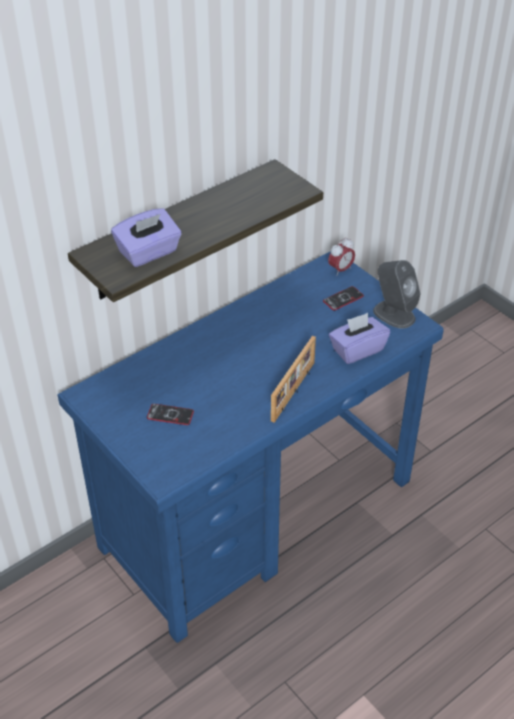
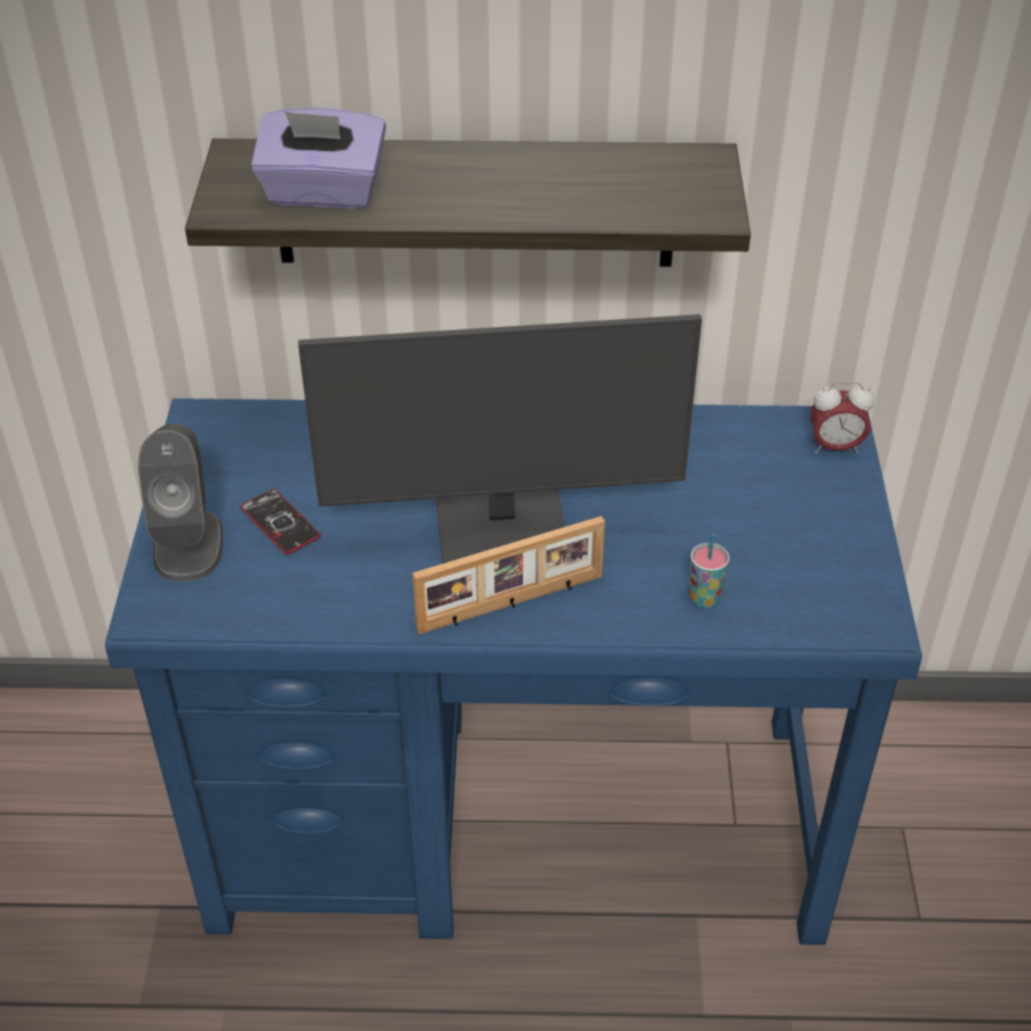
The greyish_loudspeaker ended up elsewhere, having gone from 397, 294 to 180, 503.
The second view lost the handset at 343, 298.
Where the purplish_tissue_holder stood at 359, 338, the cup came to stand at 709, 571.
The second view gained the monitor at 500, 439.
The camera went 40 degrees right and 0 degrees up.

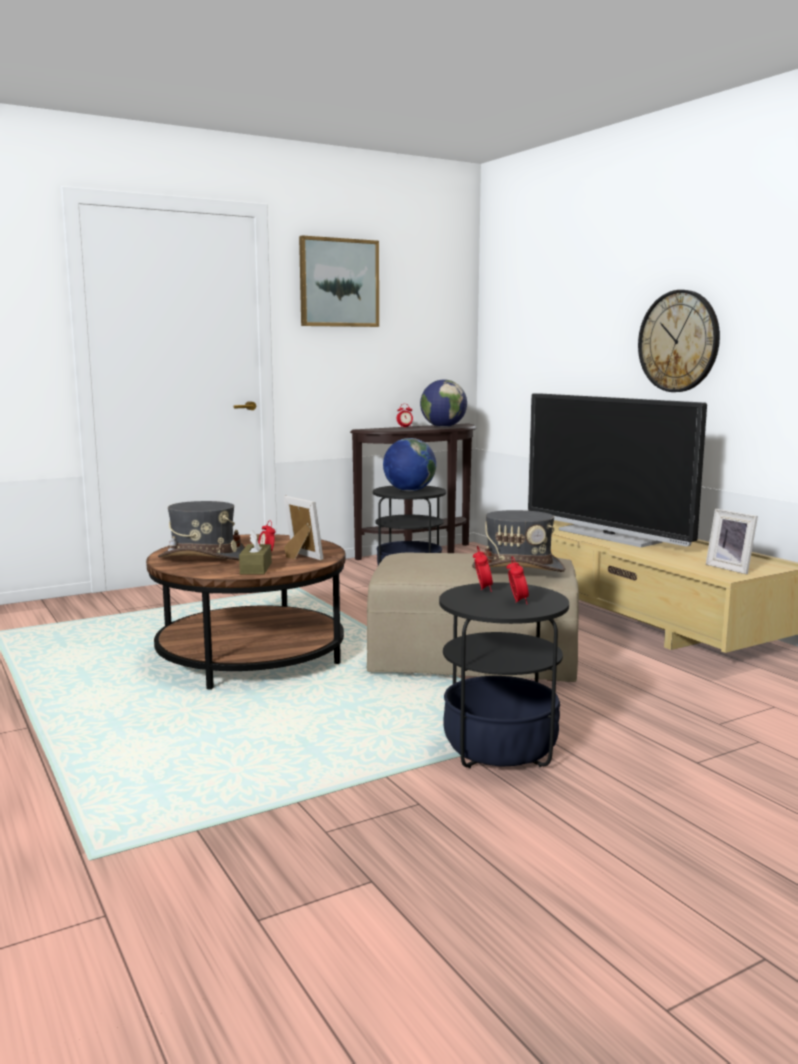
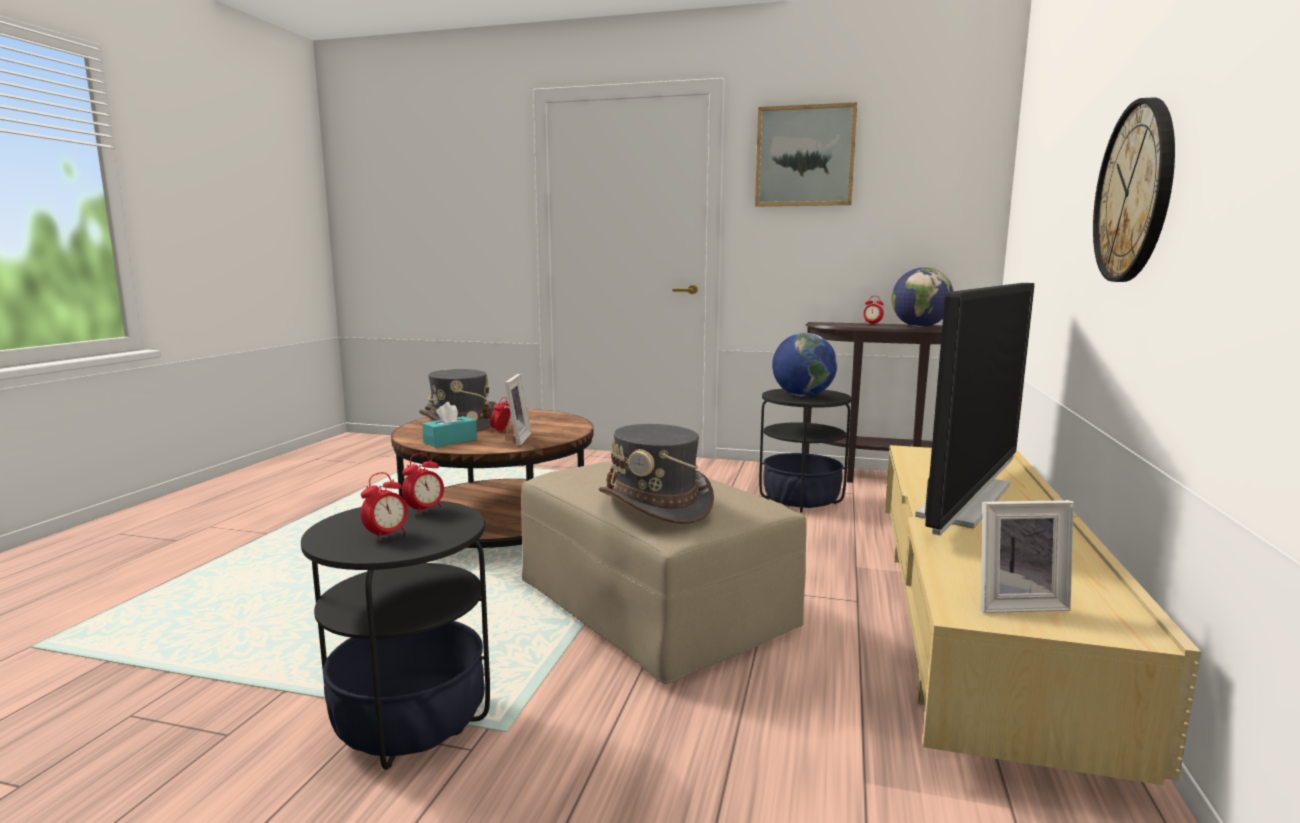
The TV_set at 617, 470 ended up facing another way, 150 degrees counterclockwise from before.
The standing_frame at 732, 541 ended up facing another way, 105 degrees counterclockwise from before.
What was the brown_tissue_holder at 255, 552 turned into the turquoise-coloured_tissue_holder at 449, 424.
The camera went 45 degrees right and 0 degrees up.

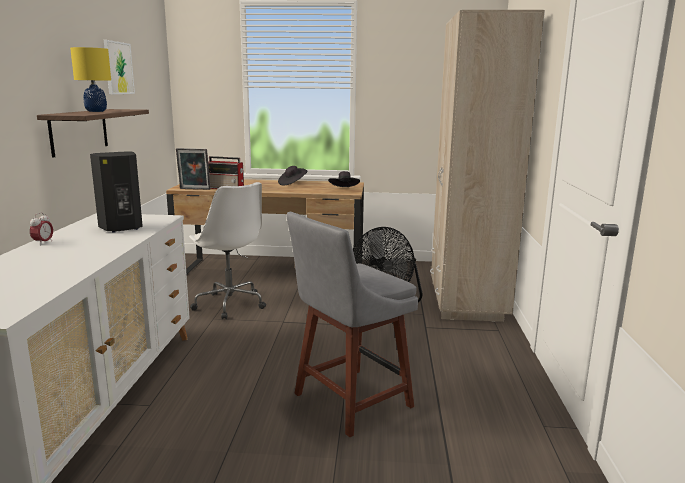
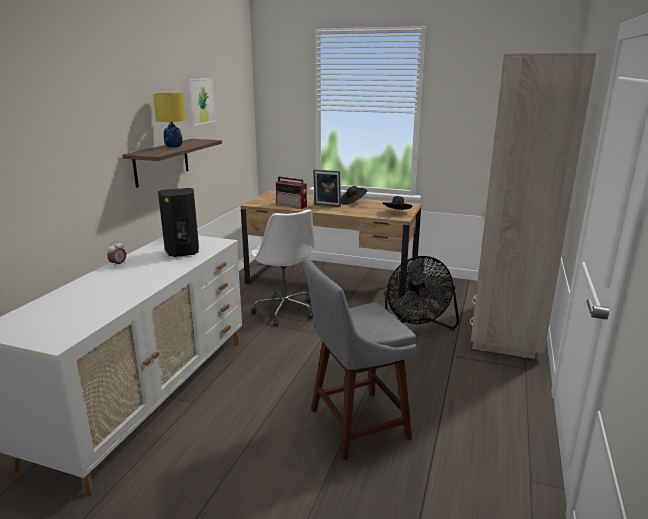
The standing_frame ended up elsewhere, having gone from 193, 169 to 327, 188.
The camera went 15 degrees right and 5 degrees up.

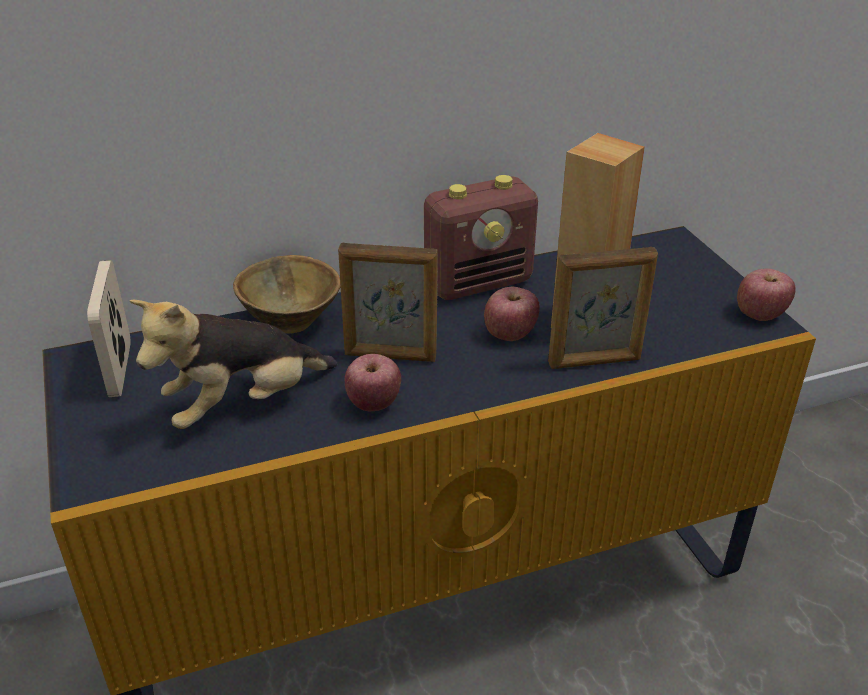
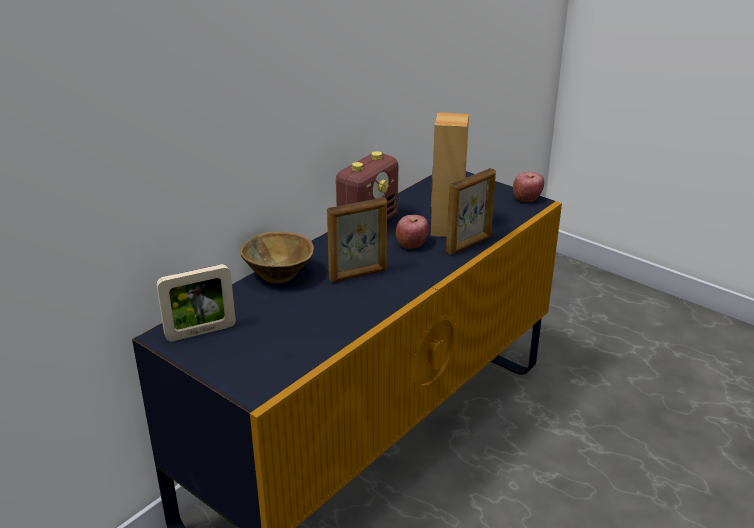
The standing_frame at 108, 328 ended up facing another way, 75 degrees counterclockwise from before.
The second view lost the soft_toy at 233, 364.
The second view lost the whole_apple at 373, 382.
The camera went 30 degrees left and 5 degrees down.

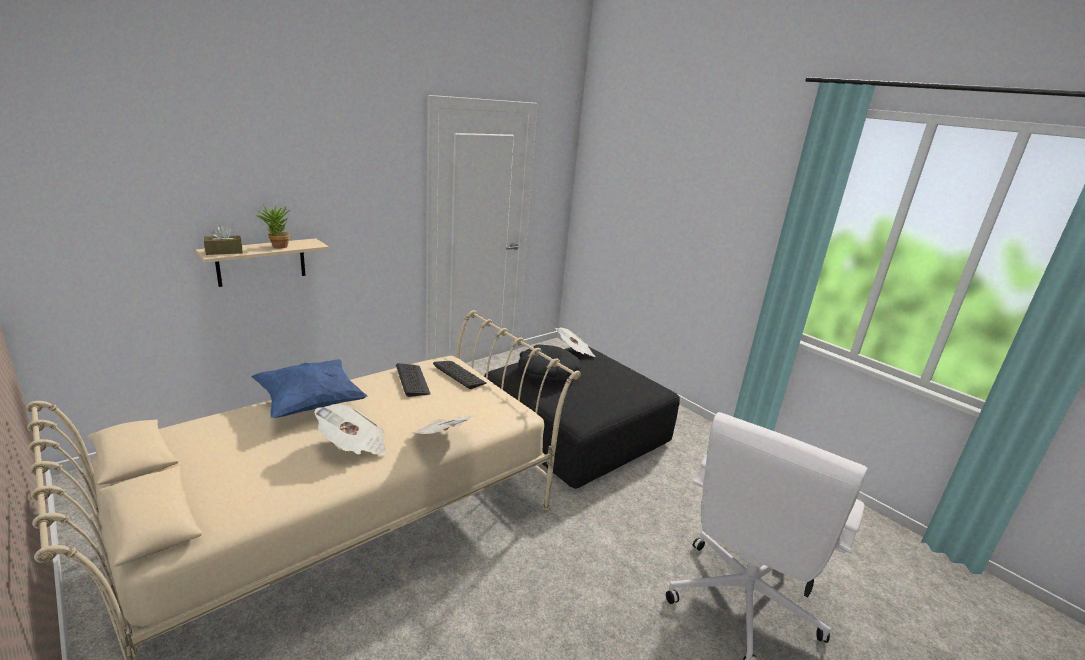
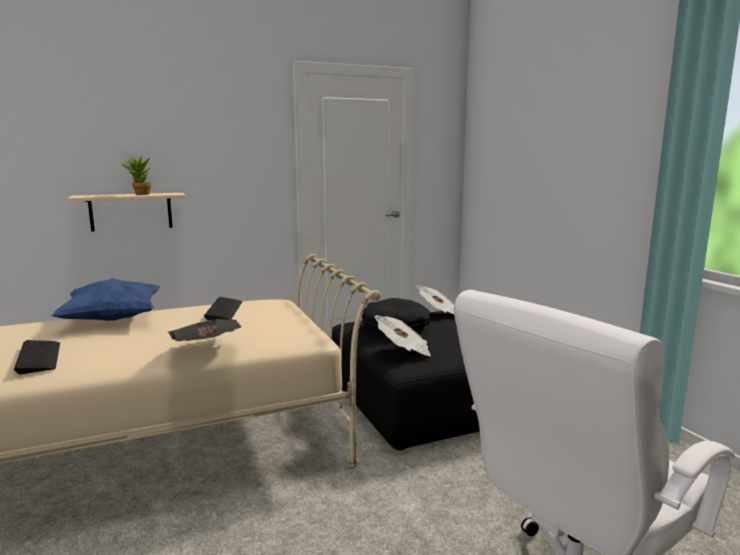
The second view lost the brown_tissue_holder at 223, 240.
The keyboard ended up elsewhere, having gone from 460, 375 to 36, 357.
The daily_paper ended up elsewhere, having gone from 350, 430 to 403, 335.
The camera went 20 degrees right and 10 degrees down.

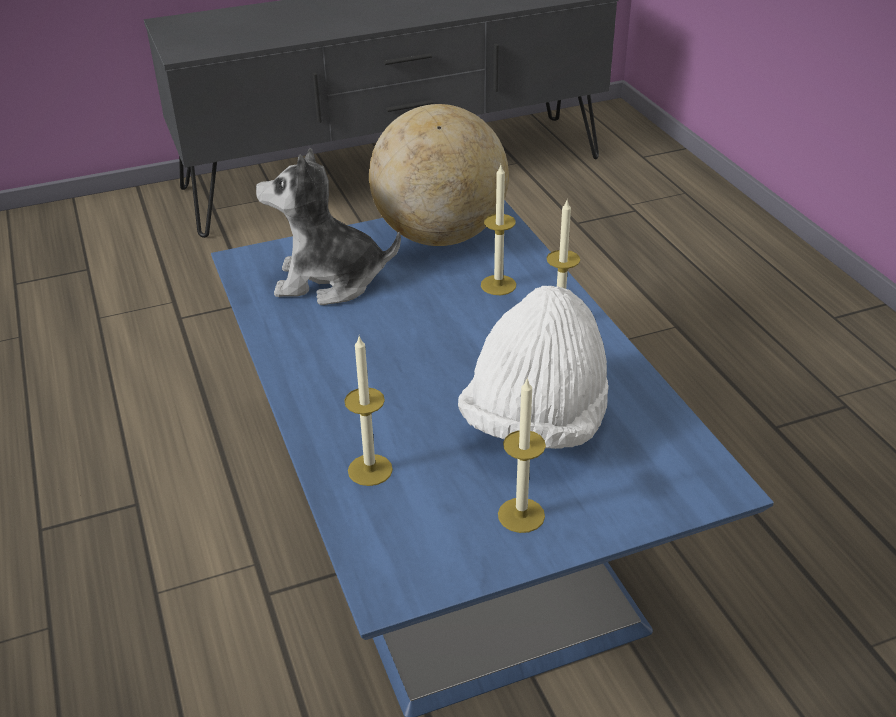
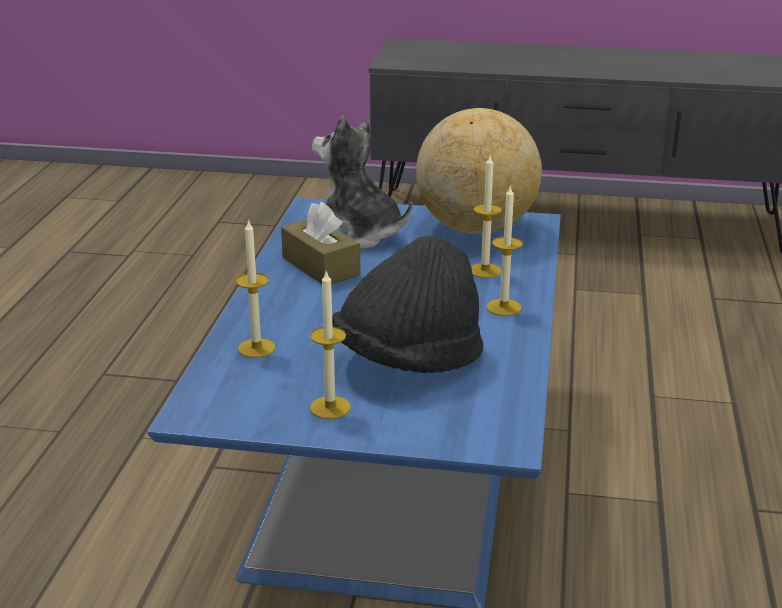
What was the white_clothing_hat at 533, 367 turned into the black_clothing_hat at 407, 304.
The second view gained the brown_tissue_holder at 321, 243.
The camera went 30 degrees right and 10 degrees down.

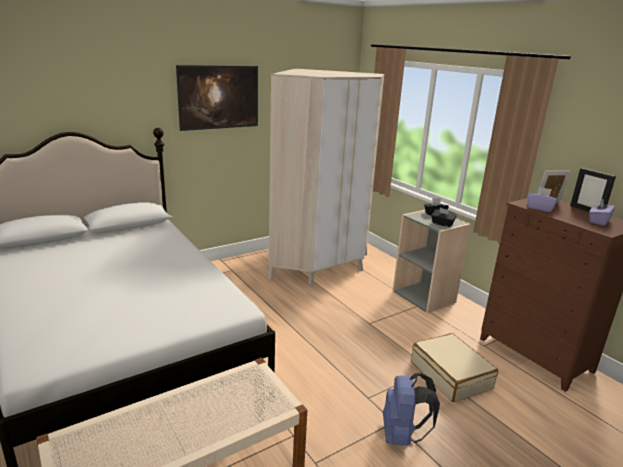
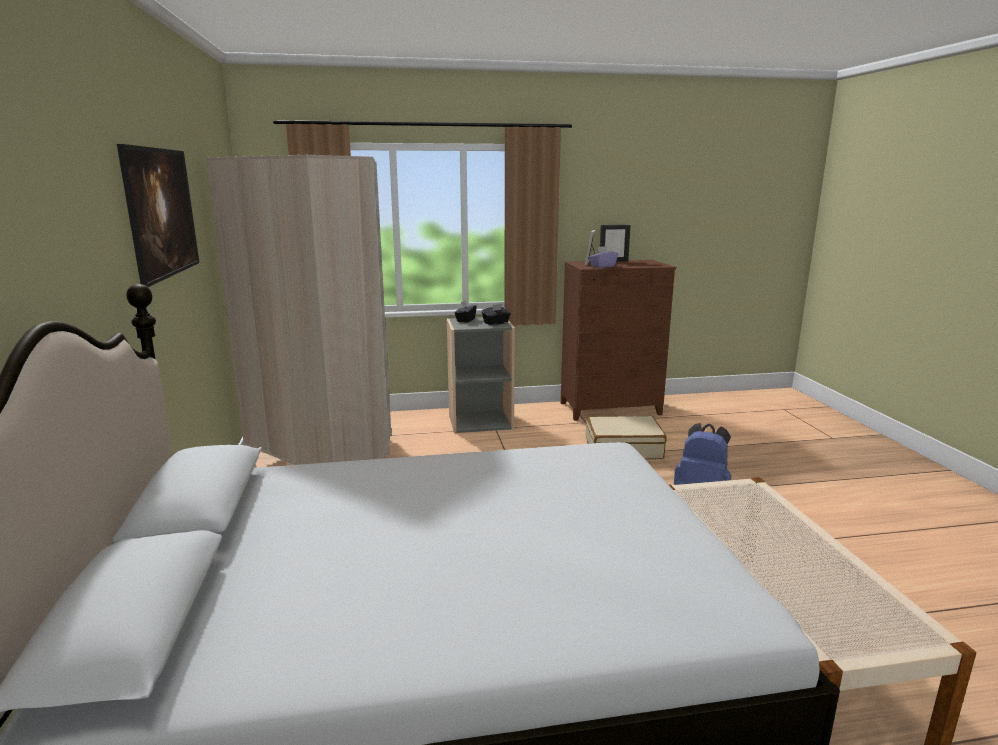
The second view lost the purplish_tissue_holder at 602, 212.
The camera went 65 degrees left and 5 degrees down.

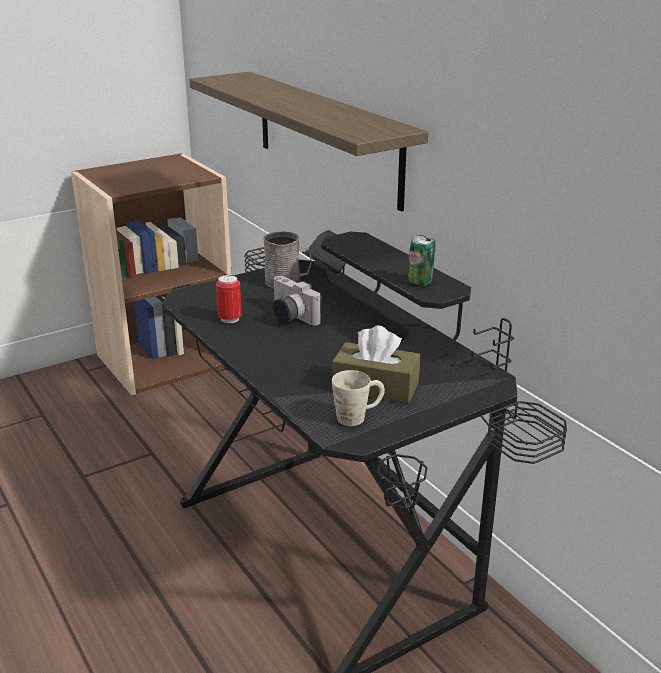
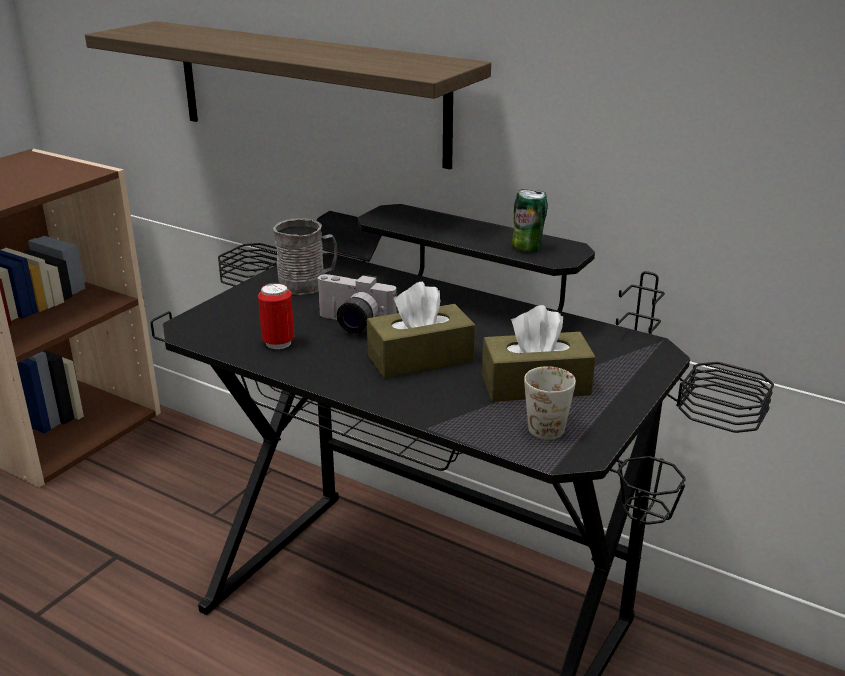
The second view gained the brown_tissue_holder at 421, 330.
The camera went 25 degrees left and 0 degrees up.

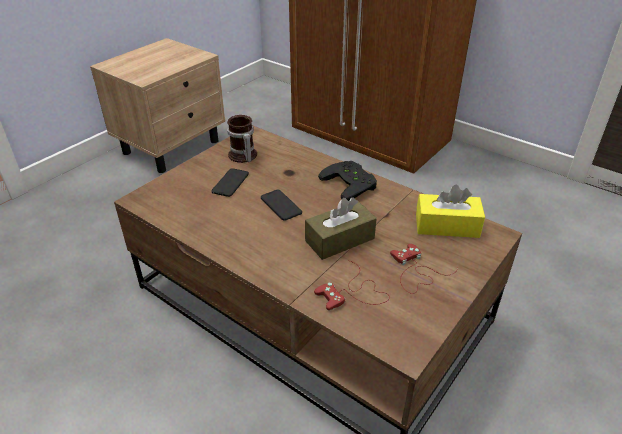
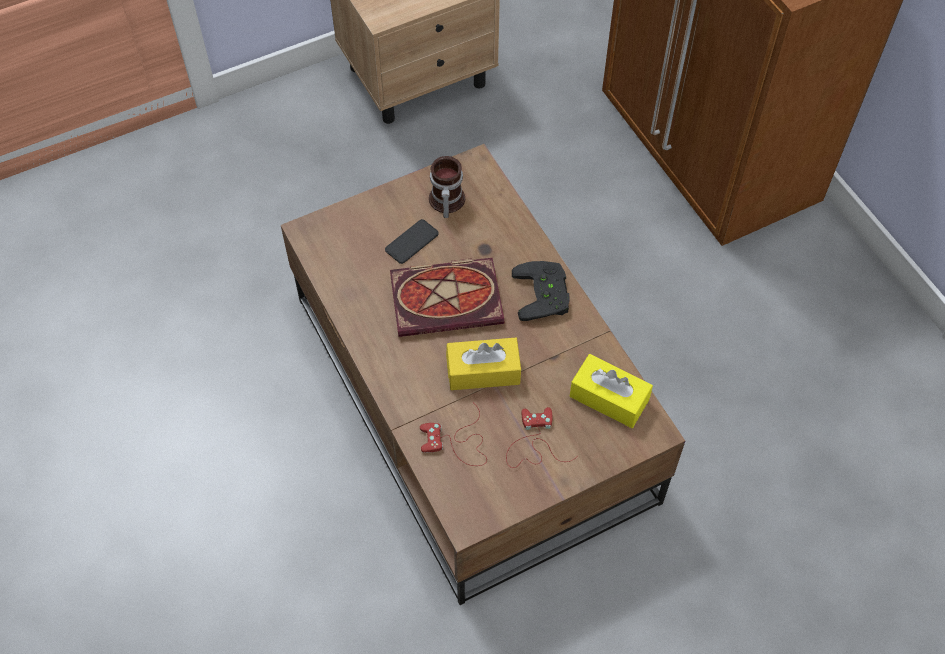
Where the handset stood at 281, 205, the bound_book came to stand at 447, 297.
What was the brown_tissue_holder at 341, 228 turned into the yellowish_tissue_holder at 483, 364.
The camera went 25 degrees right and 20 degrees up.

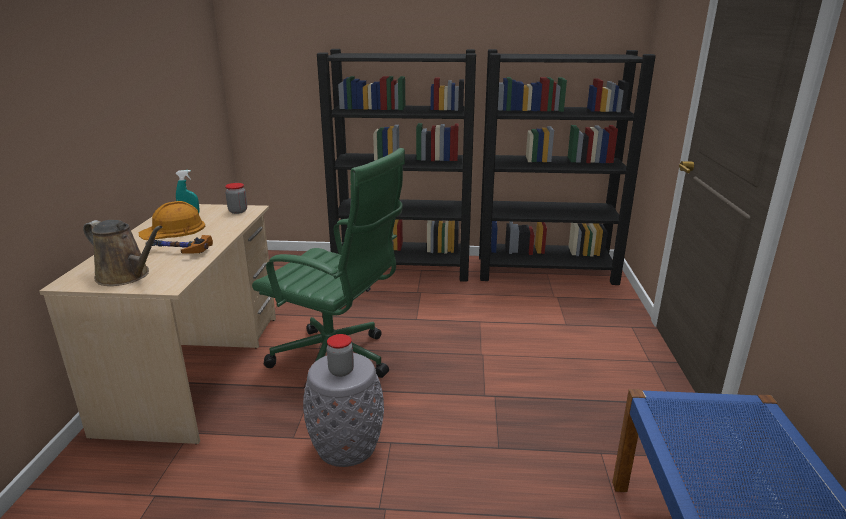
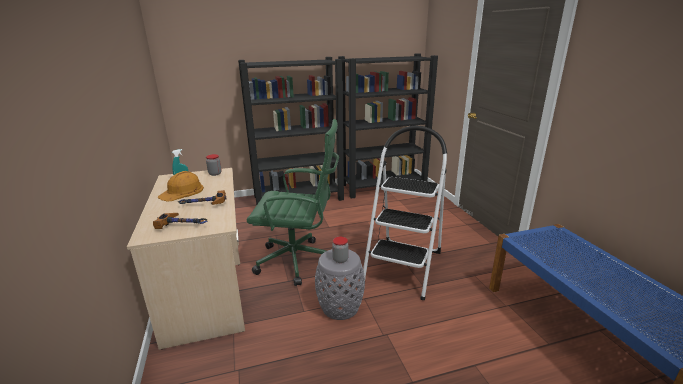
Where the brown_watering_can stood at 123, 253, the hammer came to stand at 180, 221.
The second view gained the step_stool at 405, 213.
The camera went 20 degrees left and 0 degrees up.

